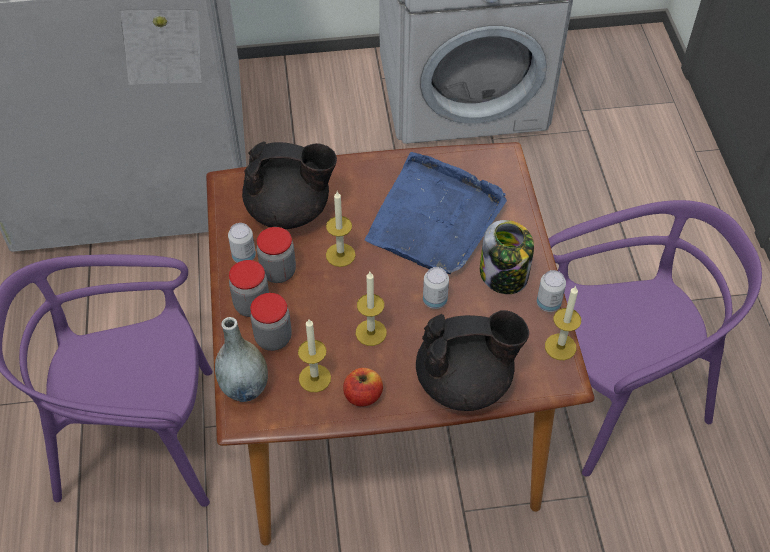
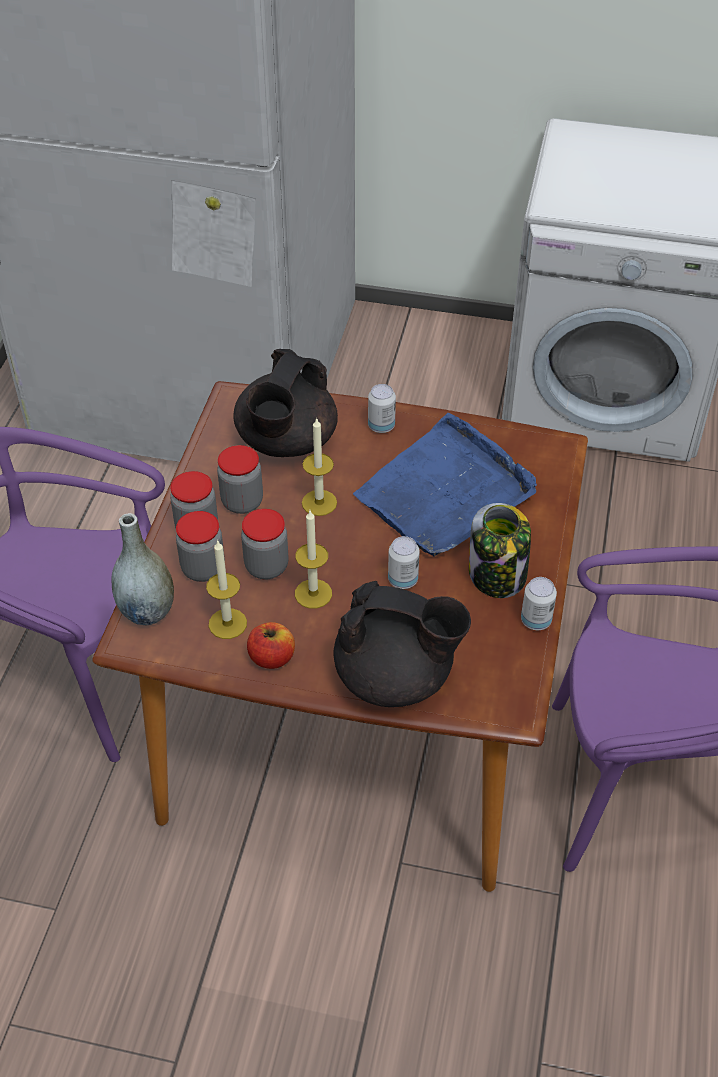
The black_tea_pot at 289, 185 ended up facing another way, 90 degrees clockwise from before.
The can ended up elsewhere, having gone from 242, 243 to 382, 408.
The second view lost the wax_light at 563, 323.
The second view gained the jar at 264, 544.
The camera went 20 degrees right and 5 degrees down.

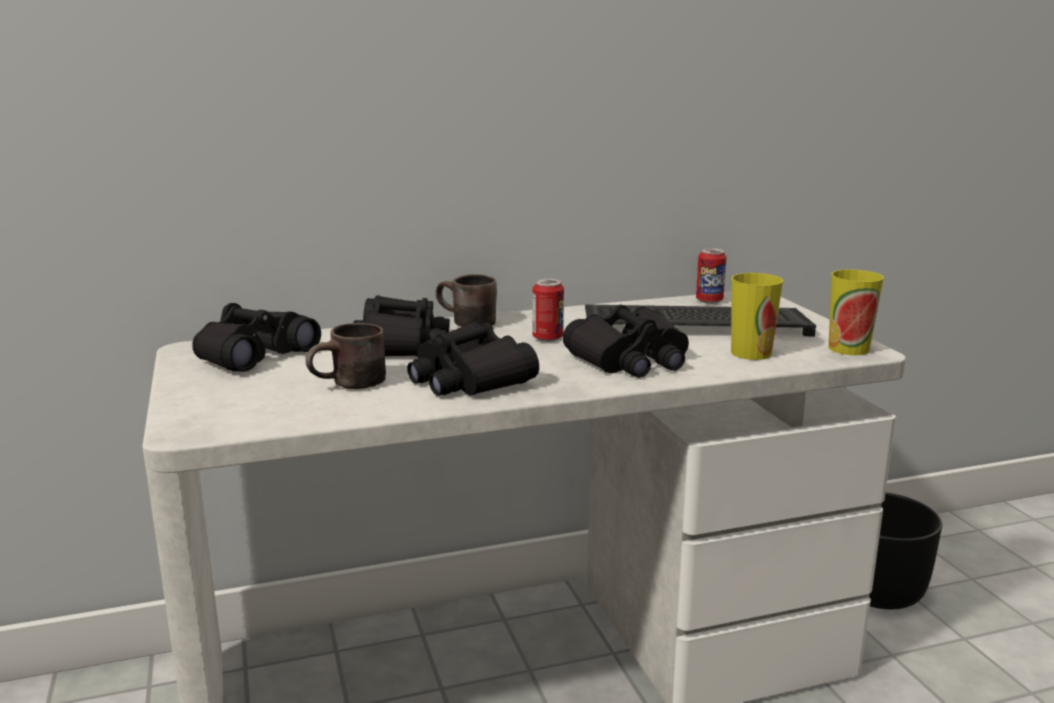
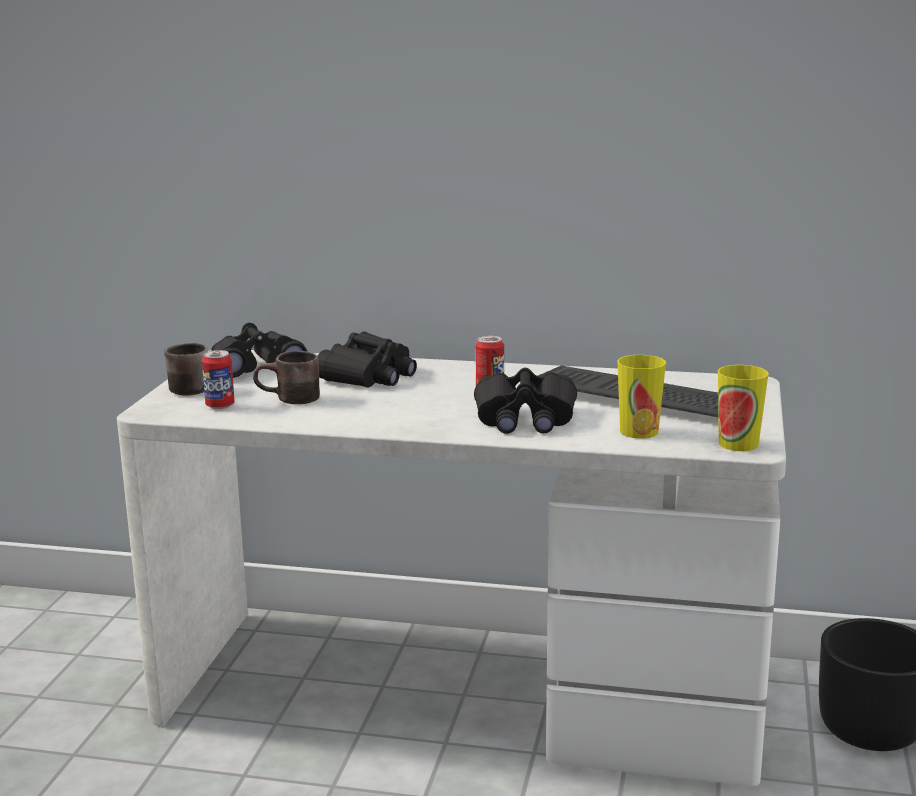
The can ended up elsewhere, having gone from 711, 276 to 218, 379.
The brown_tea_mug ended up elsewhere, having gone from 466, 300 to 186, 369.
The second view lost the black_pair_of_binoculars at 473, 359.
The camera went 30 degrees right and 0 degrees up.

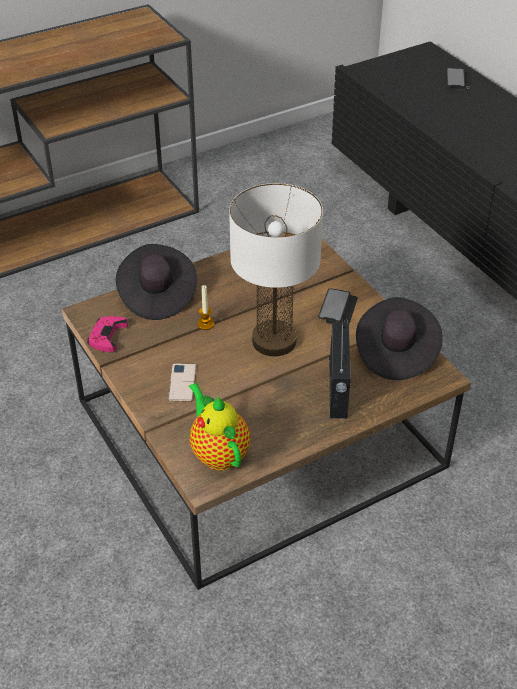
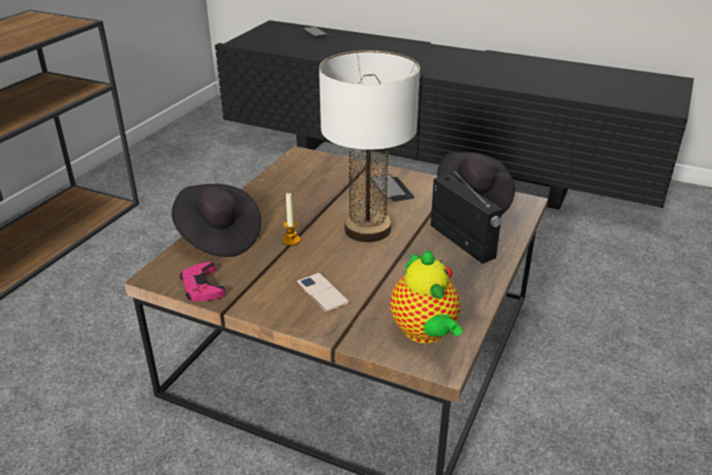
The tea_pot at 219, 427 ended up facing another way, 135 degrees counterclockwise from before.
The camera went 35 degrees left and 10 degrees down.

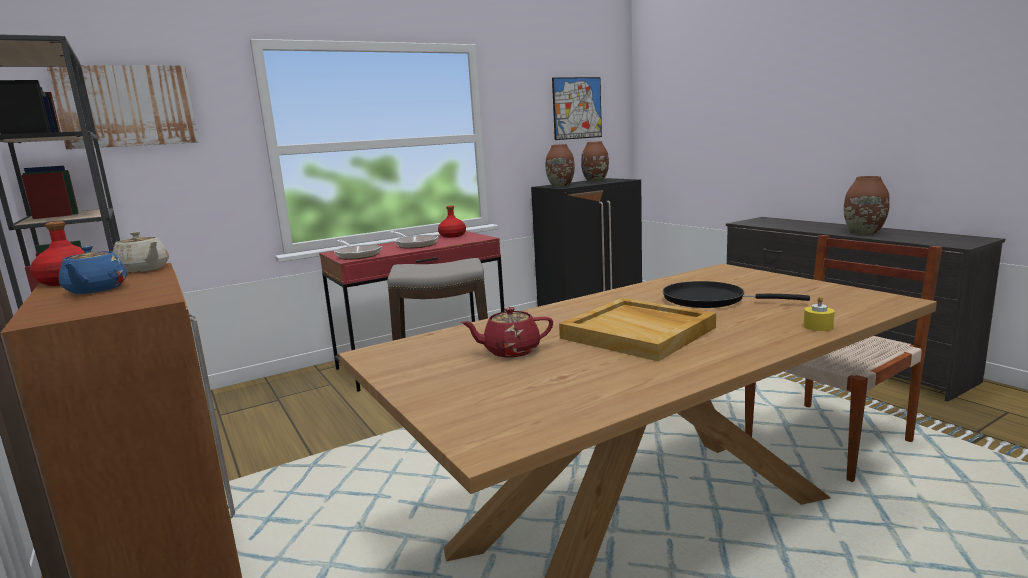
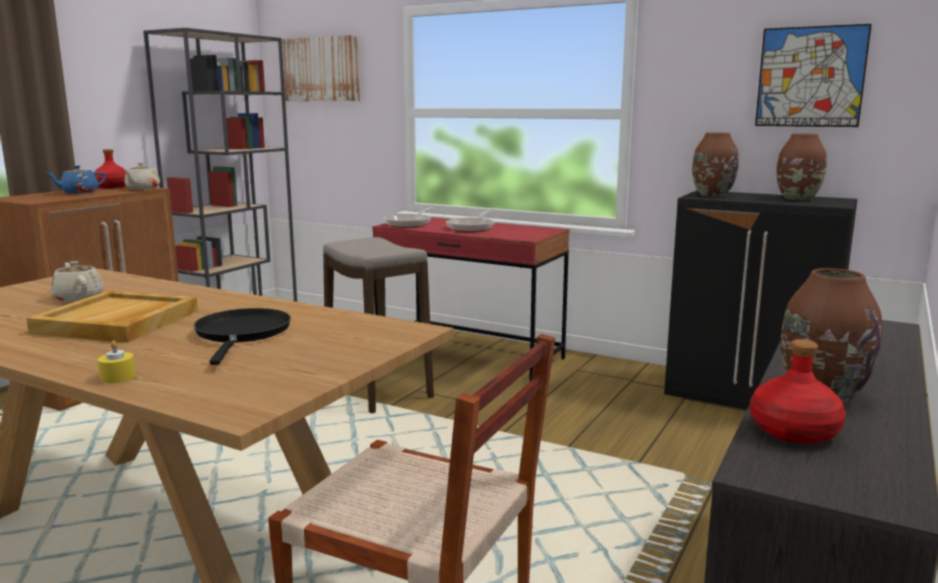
The red-coloured_bottle ended up elsewhere, having gone from 452, 222 to 798, 391.
What was the red-coloured_tea_pot at 506, 332 turned into the sand-coloured_tea_pot at 77, 281.
The camera went 60 degrees right and 0 degrees up.

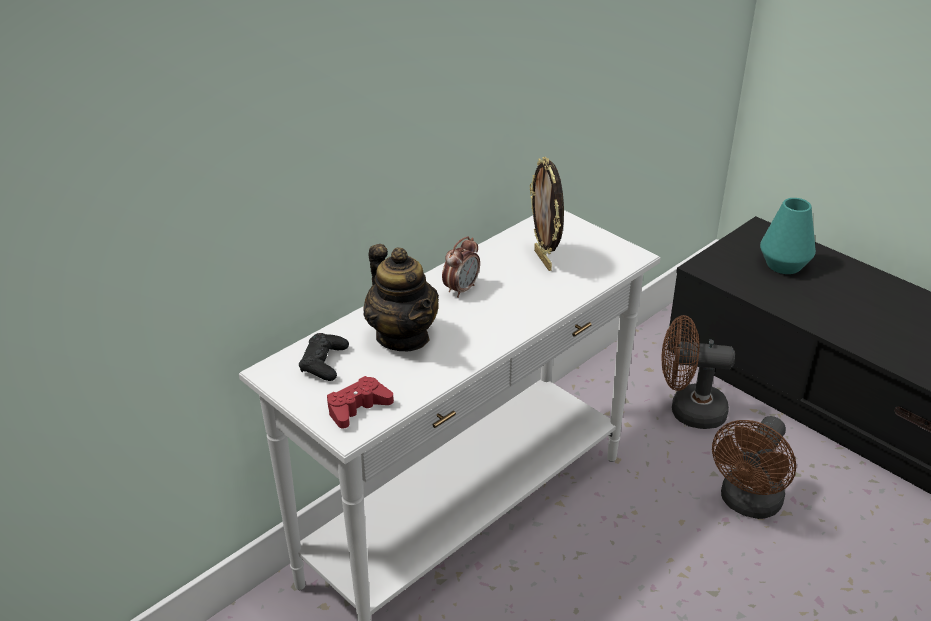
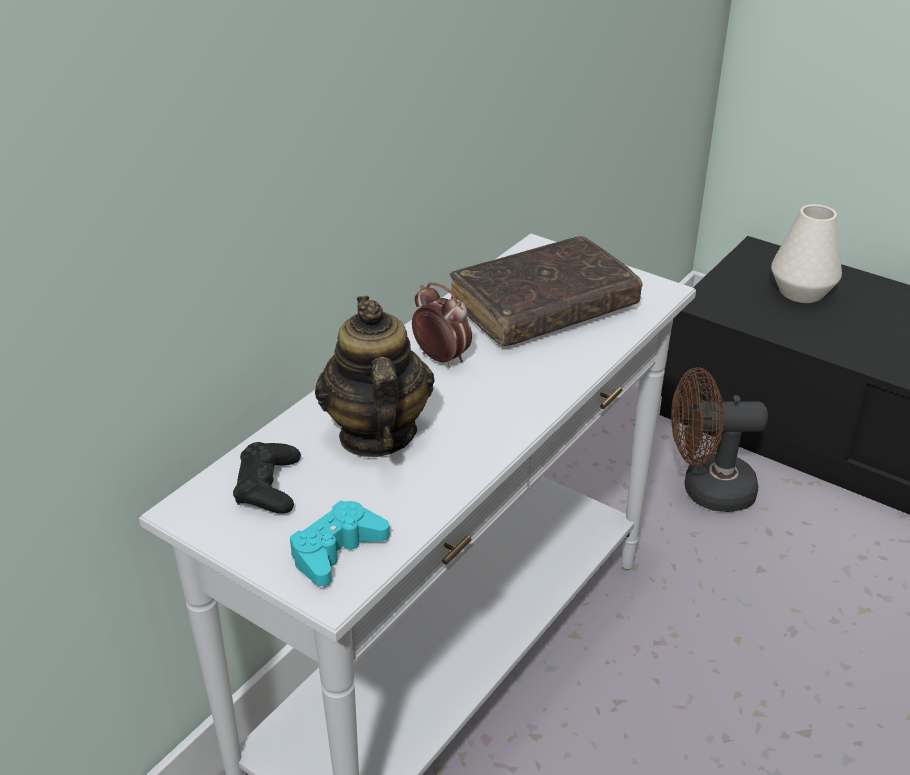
Where the standing_frame stood at 547, 214, the brown_bound_book came to stand at 546, 291.
What was the turquoise-coloured_decorative_vase at 788, 236 turned into the white_decorative_vase at 806, 253.
The bedside_clock at 461, 267 ended up facing another way, 75 degrees counterclockwise from before.
The tea_pot at 401, 297 ended up facing another way, 150 degrees counterclockwise from before.
What was the red-coloured_game_controller at 360, 402 turned into the turquoise-coloured_game_controller at 340, 543.
The second view lost the brown_cooling_fan at 754, 467.
The camera went 10 degrees left and 0 degrees up.

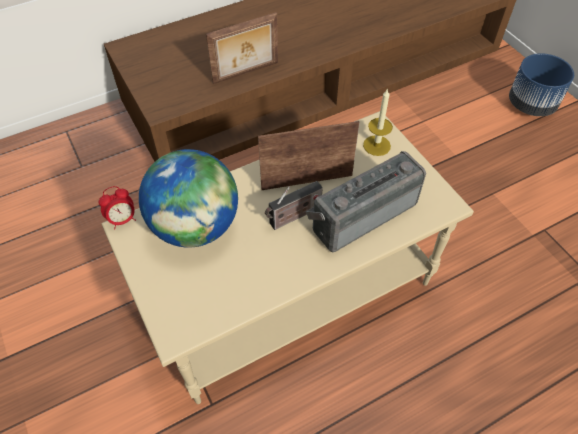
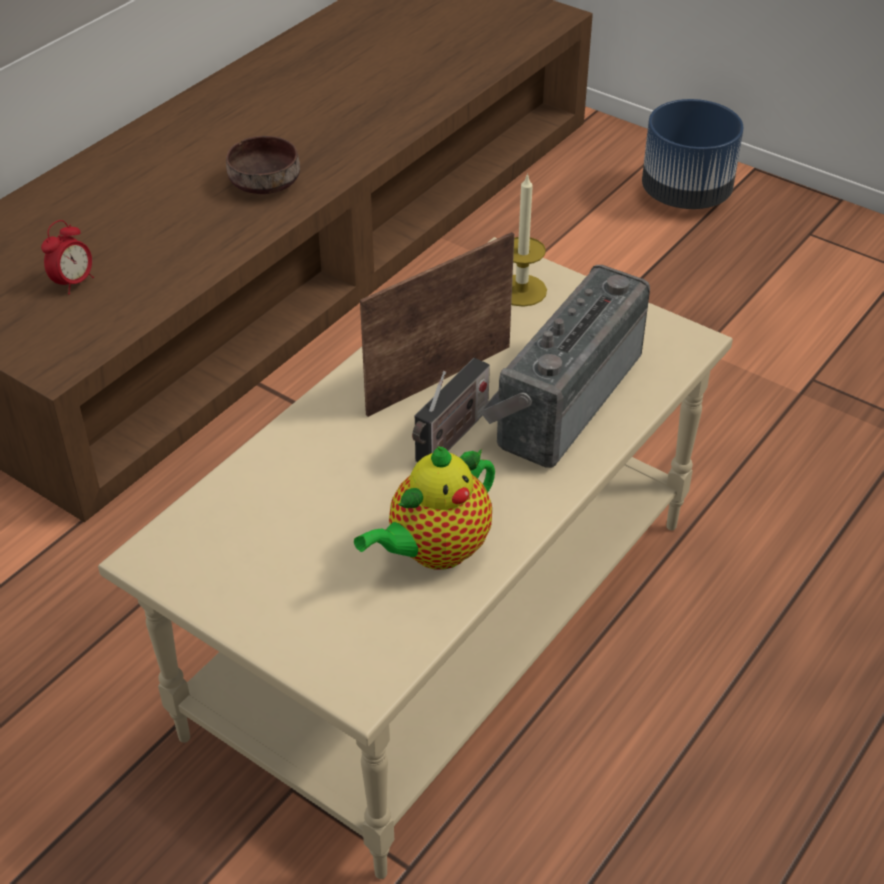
The second view lost the standing_frame at 242, 48.
The second view lost the desk_globe at 188, 198.
The bedside_clock ended up elsewhere, having gone from 117, 208 to 67, 257.
The second view gained the brown_deep_dish at 263, 165.
The second view gained the tea_pot at 424, 508.
The camera went 25 degrees left and 10 degrees down.

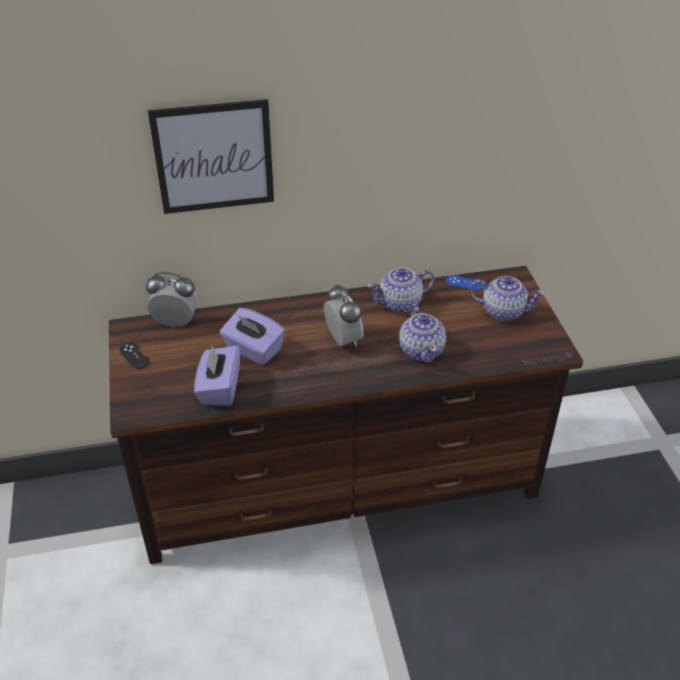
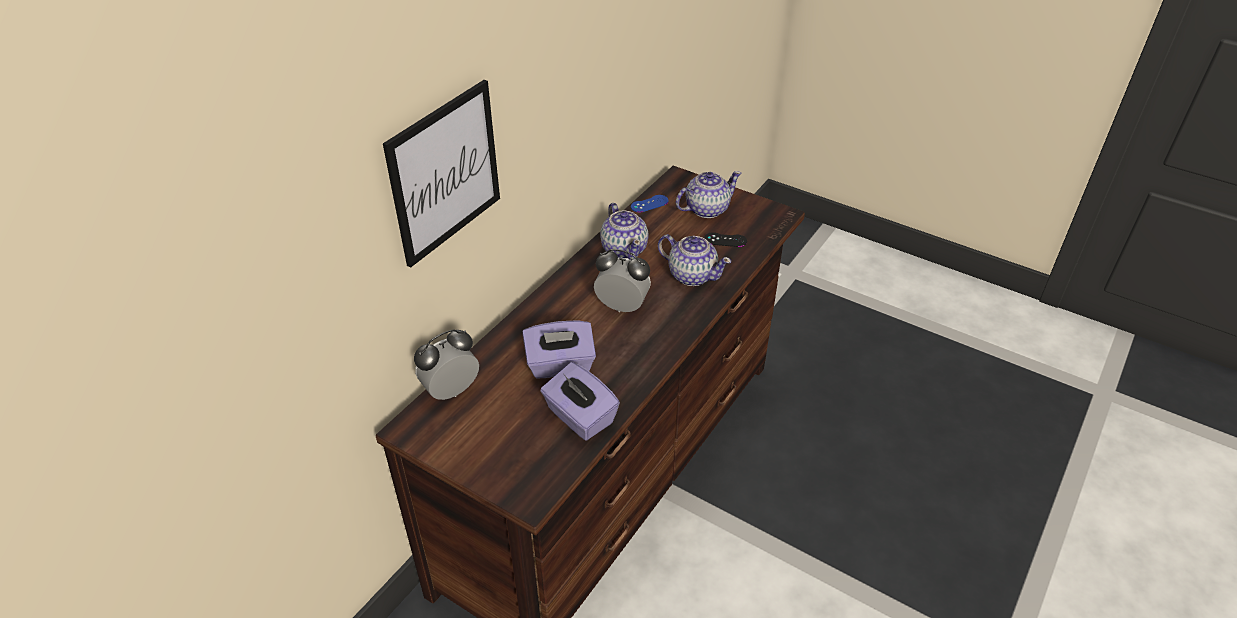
The tea_pot at 401, 290 ended up facing another way, 45 degrees counterclockwise from before.
The black_game_controller ended up elsewhere, having gone from 134, 355 to 725, 239.
The camera went 45 degrees left and 0 degrees up.

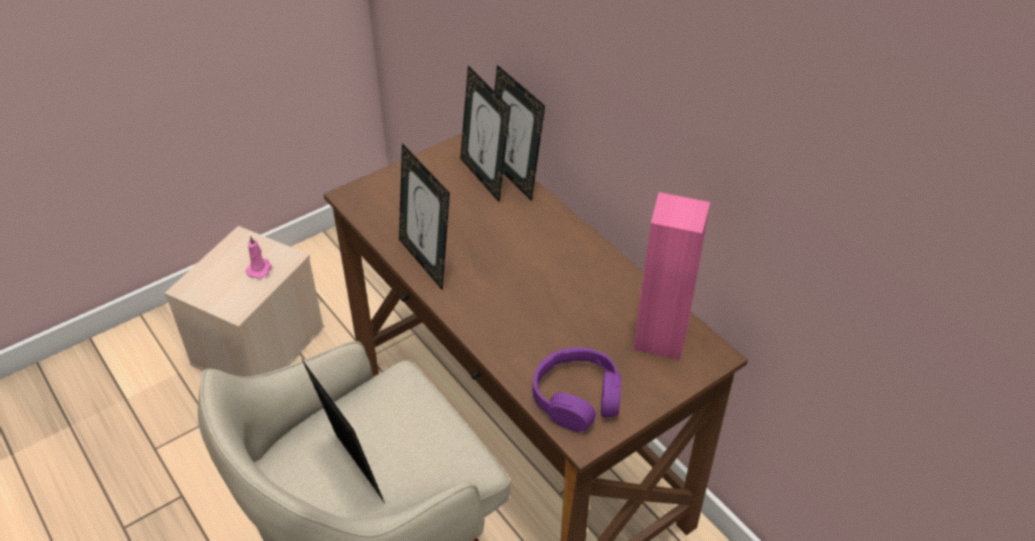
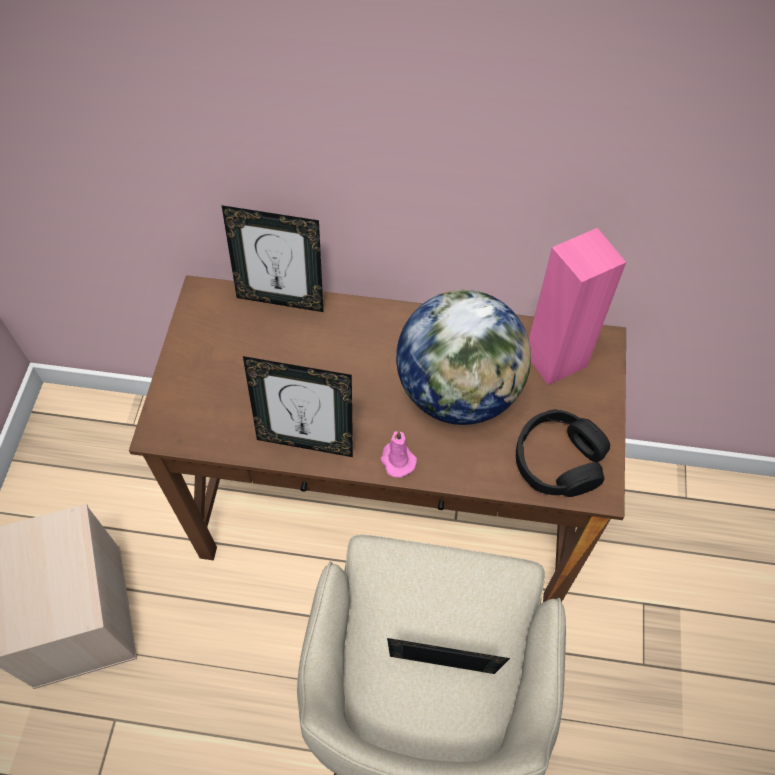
The second view lost the standing_frame at 485, 134.
The pink-coloured_wax_light ended up elsewhere, having gone from 259, 257 to 399, 454.
What was the purplish_headphones at 576, 389 turned into the black_headphones at 563, 453.
The second view gained the desk_globe at 463, 357.
The camera went 45 degrees left and 15 degrees up.

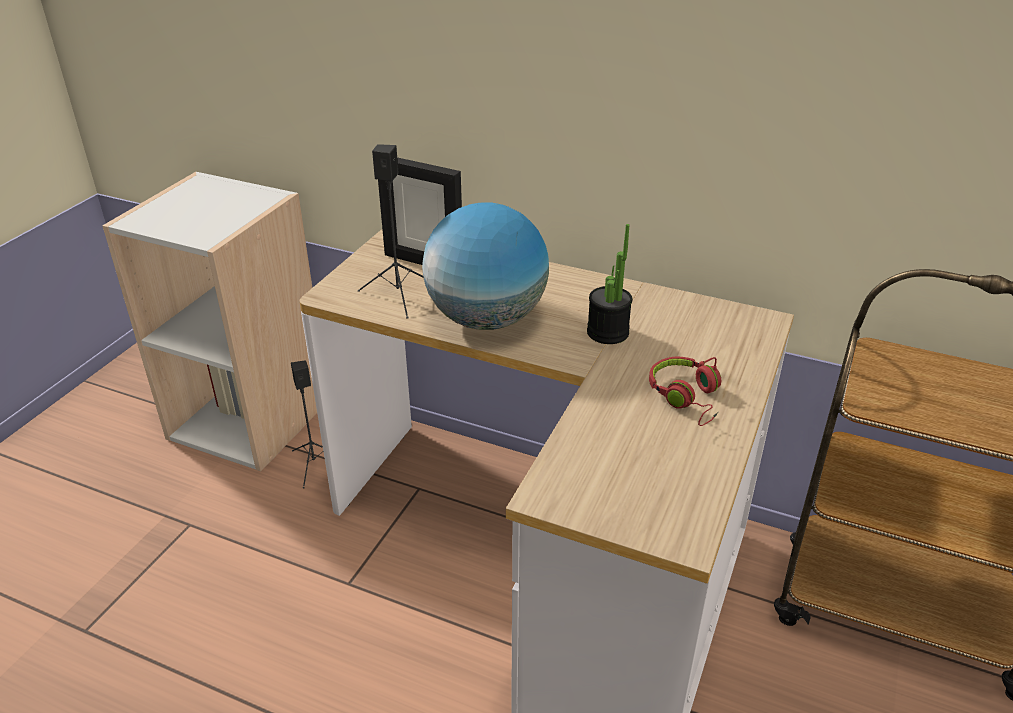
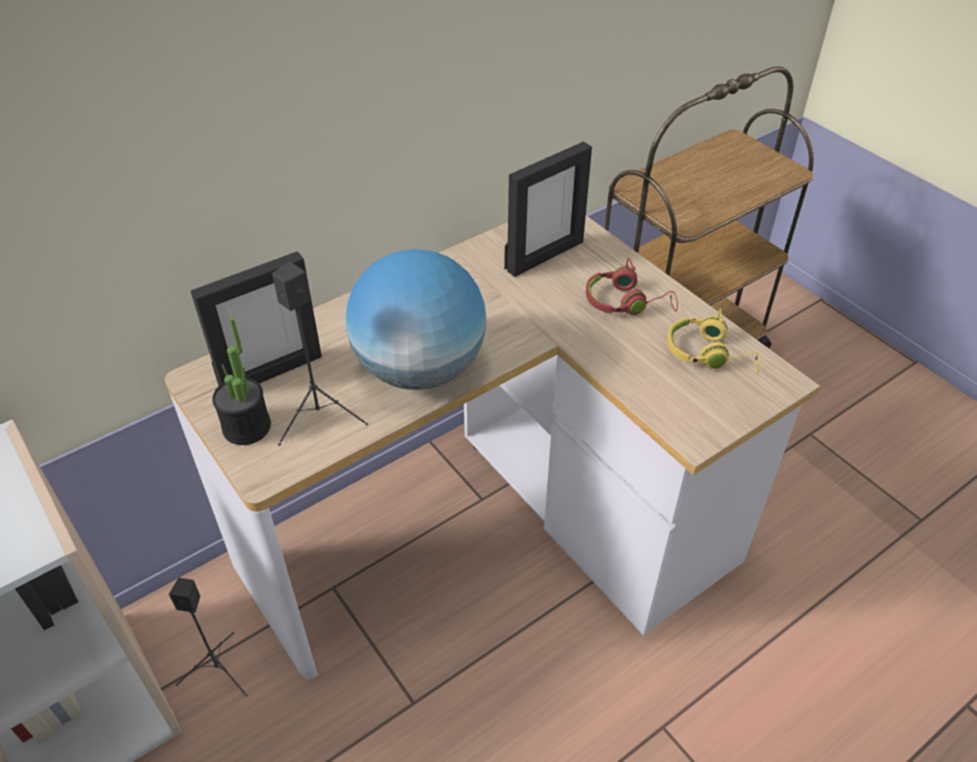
The houseplant ended up elsewhere, having gone from 609, 284 to 241, 381.
The second view gained the standing_frame at 548, 209.
The second view gained the yellowish_headphones at 713, 341.
The camera went 60 degrees left and 10 degrees up.

